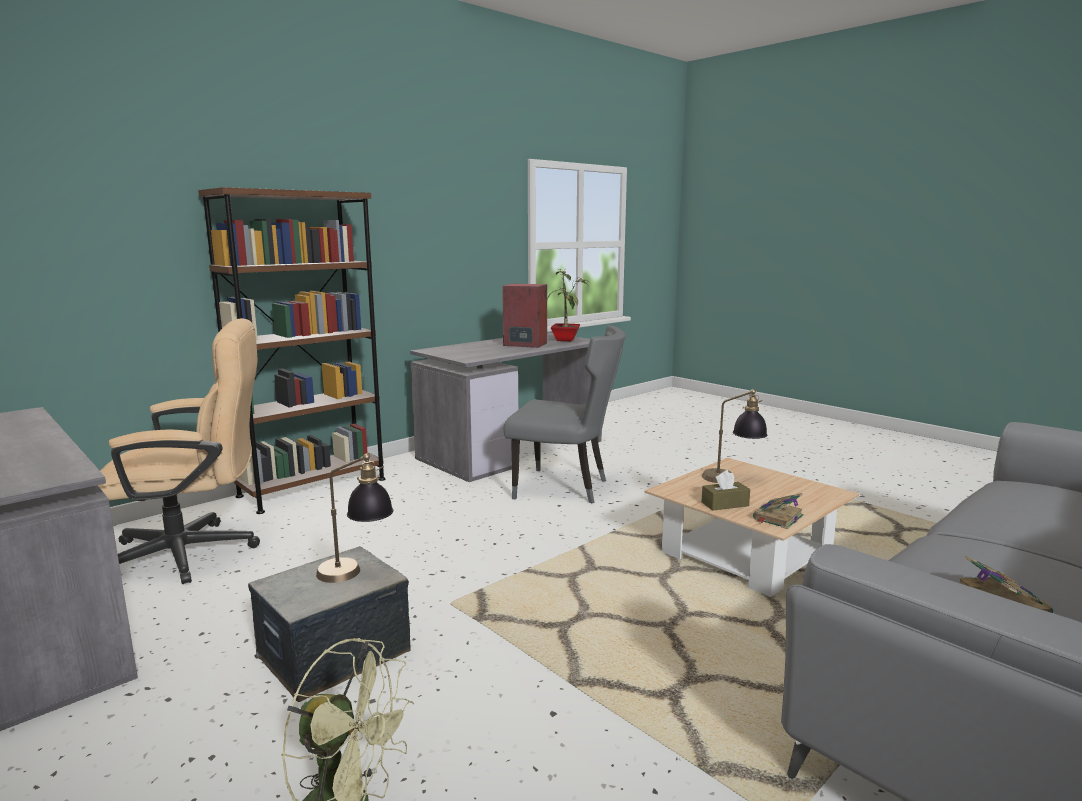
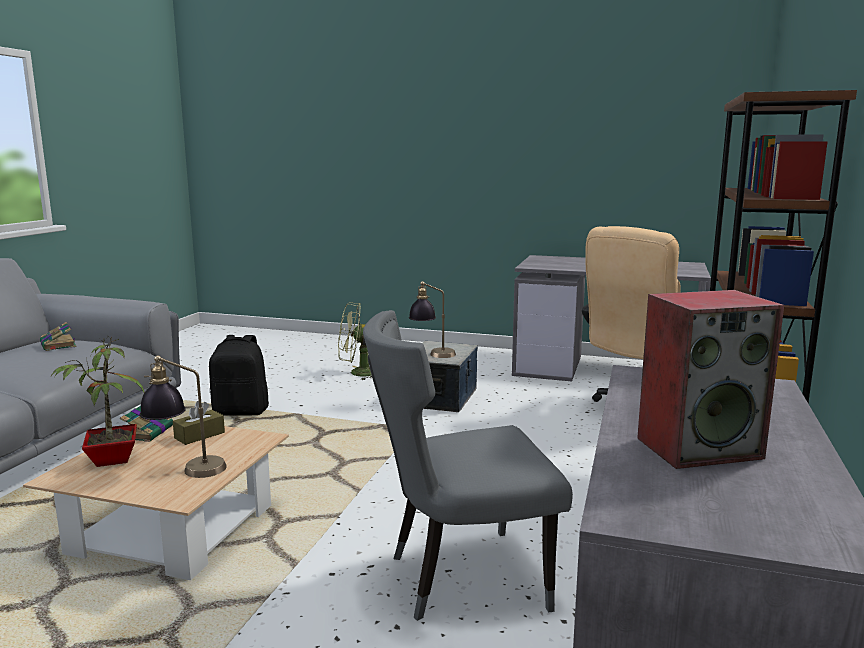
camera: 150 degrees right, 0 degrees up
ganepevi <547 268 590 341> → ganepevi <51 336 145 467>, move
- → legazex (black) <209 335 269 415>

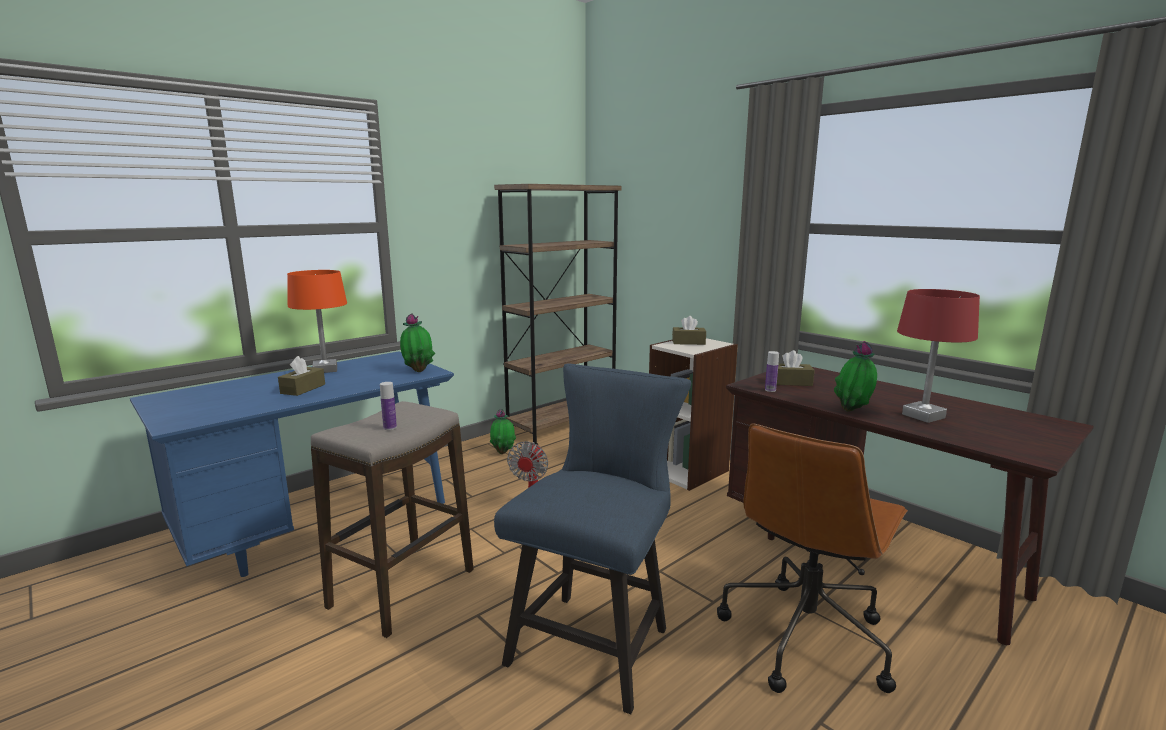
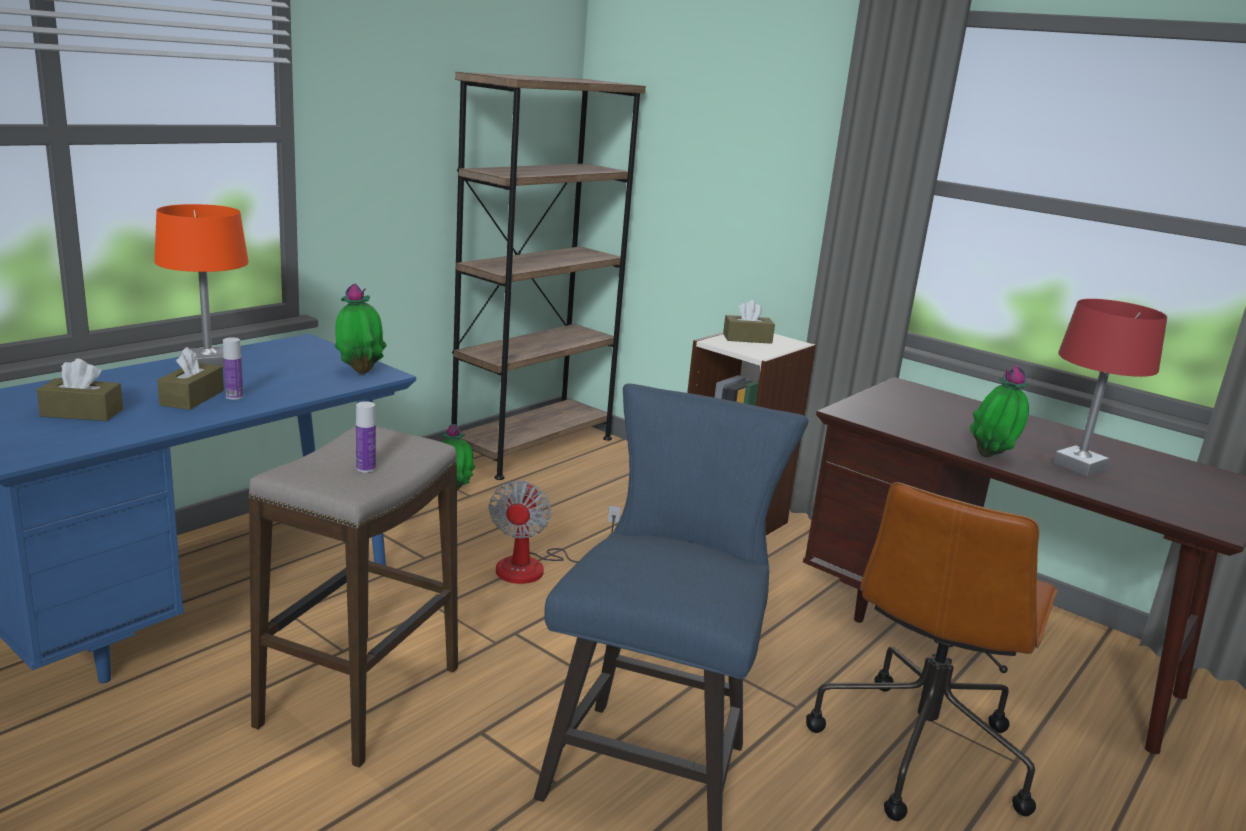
camera: 10 degrees left, 5 degrees up
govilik <765 351 779 392> → govilik <223 337 243 400>, move
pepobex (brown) <777 350 815 386> → pepobex (brown) <37 358 123 421>, move

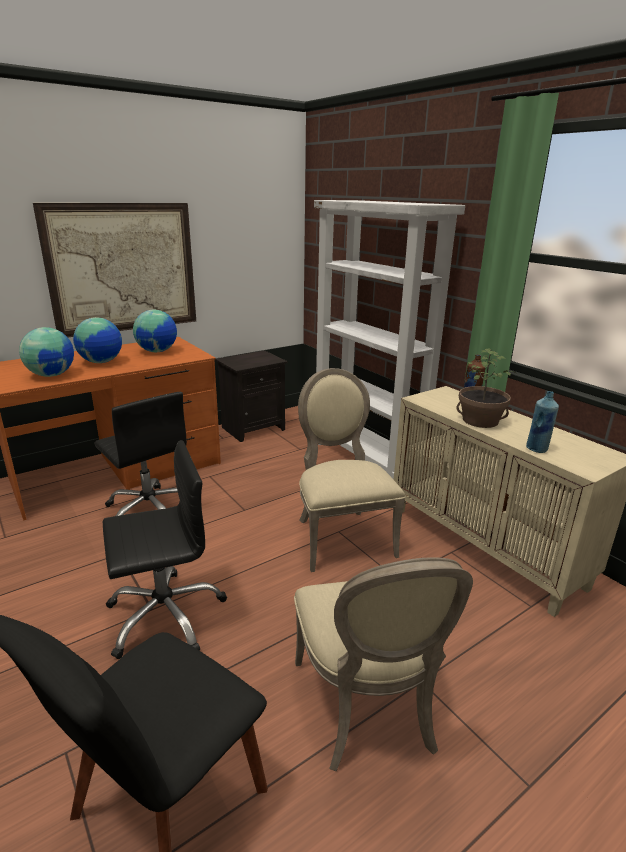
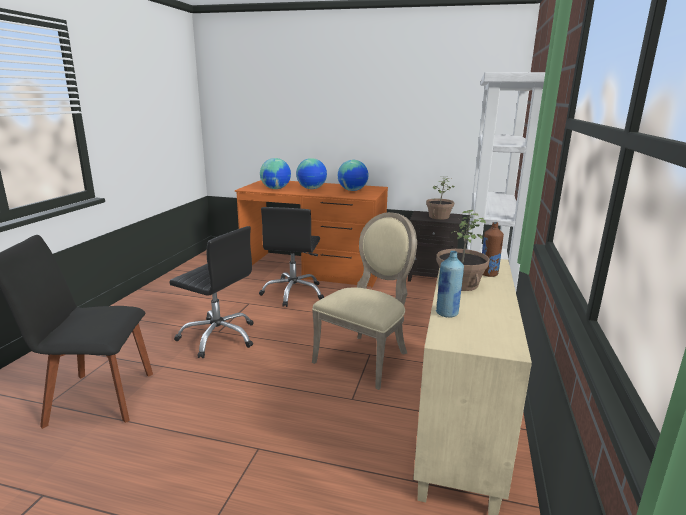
camera: 50 degrees right, 5 degrees down
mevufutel <33 203 196 337> → -
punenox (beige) <294 557 473 771> → -
- → ganepevi <426 176 454 219>

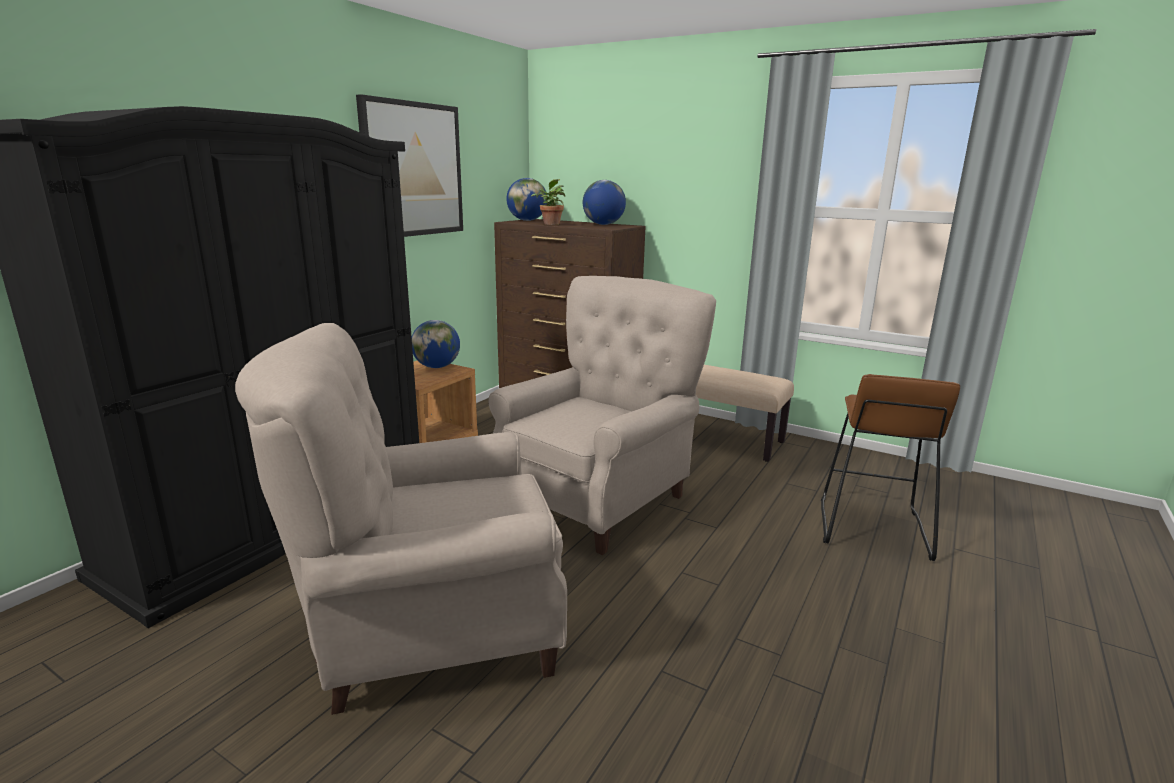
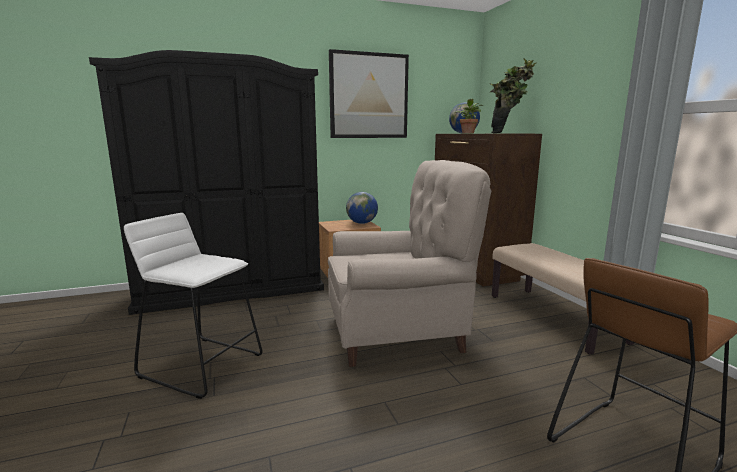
camera: 40 degrees right, 5 degrees down
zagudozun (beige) <235 323 567 715> → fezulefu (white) <124 213 262 399>
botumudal <583 180 626 225> → ganepevi <490 59 536 133>

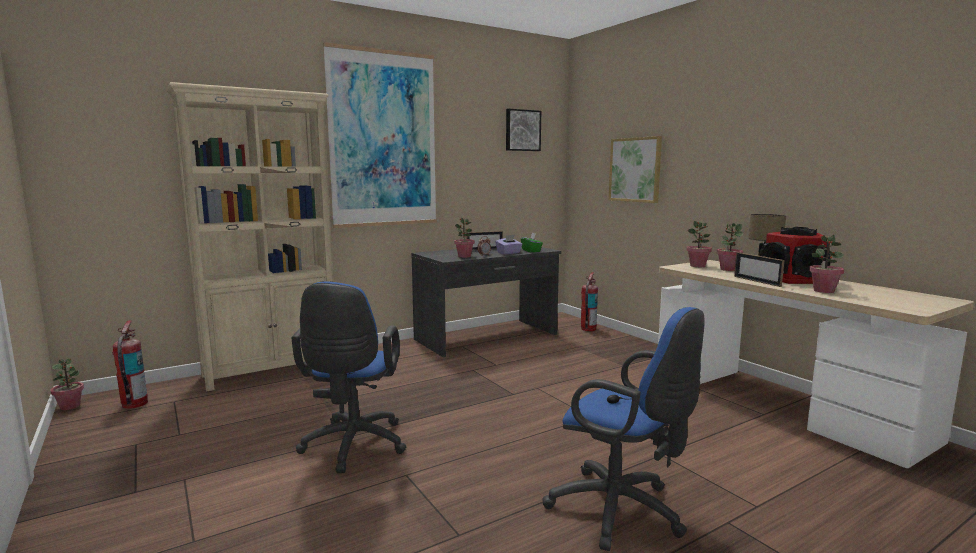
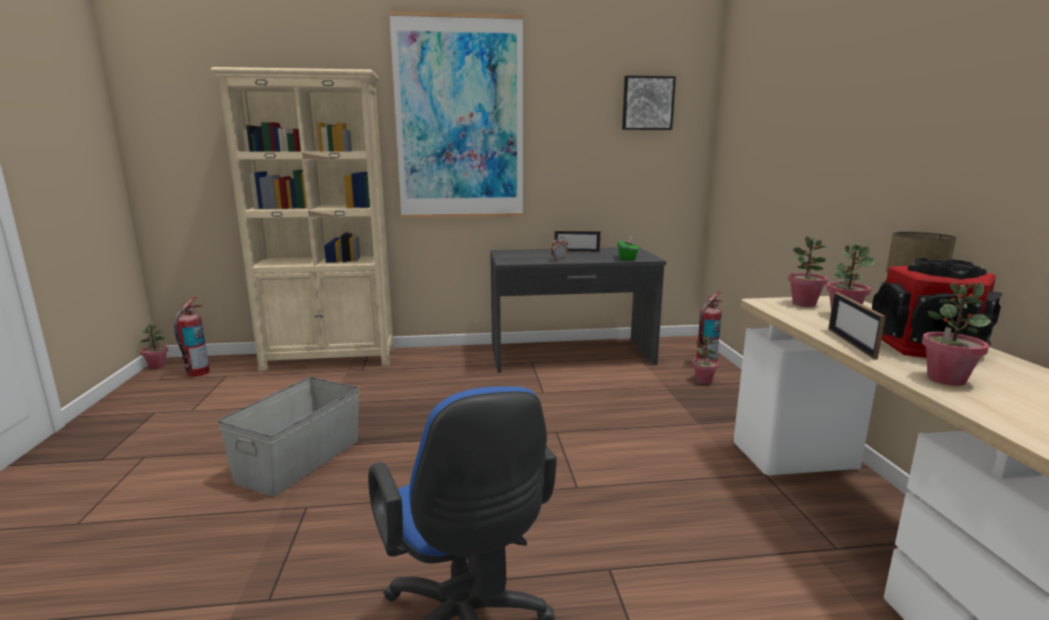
camera: 25 degrees right, 5 degrees up
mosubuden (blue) <291 281 406 473> → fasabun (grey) <218 377 360 497>
ganepevi <454 218 475 258> → ganepevi <693 335 719 384>, move
pepobex (purple) <495 235 522 254> → -
mevufutel <609 136 662 203> → -

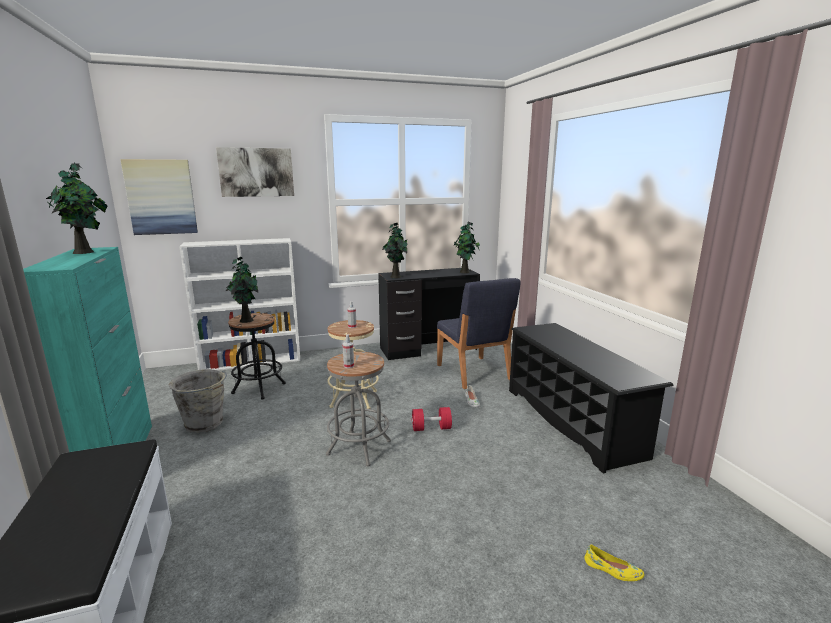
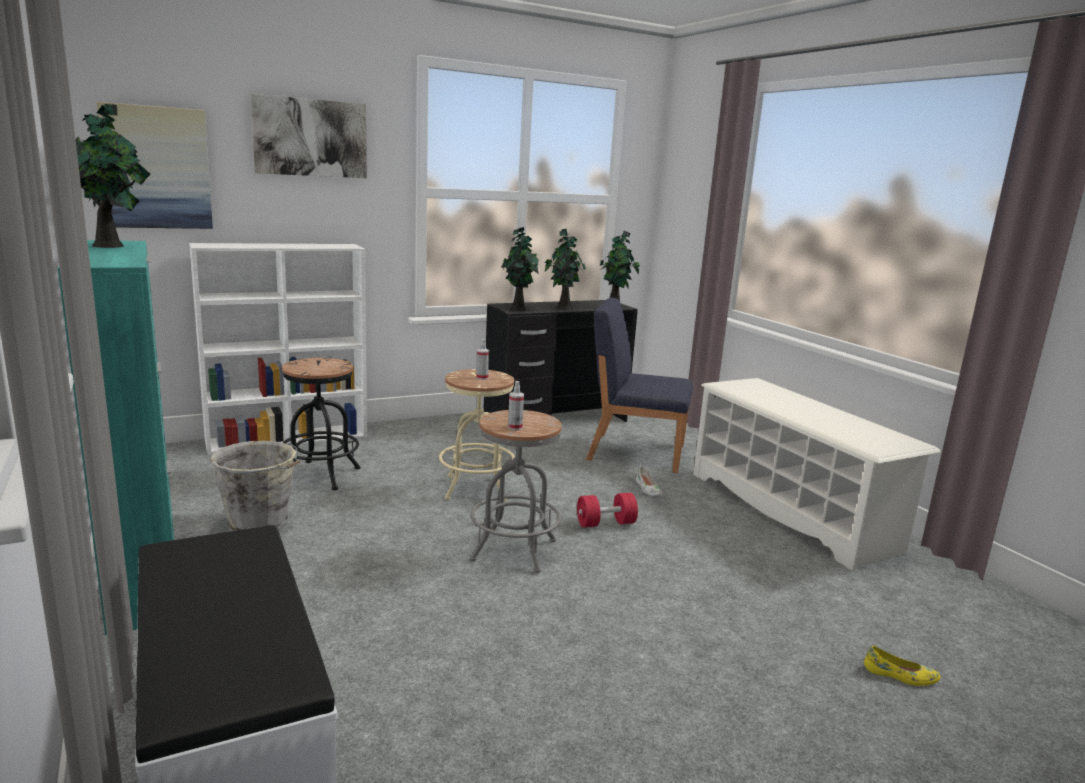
camera: 10 degrees left, 0 degrees up
ganepevi <225 257 259 323> → ganepevi <544 229 586 310>, move
punenox (blue) <437 278 521 389> → punenox (blue) <586 297 693 473>, 135 degrees clockwise
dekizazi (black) <509 323 674 474> → dekizazi (white) <693 378 941 571>

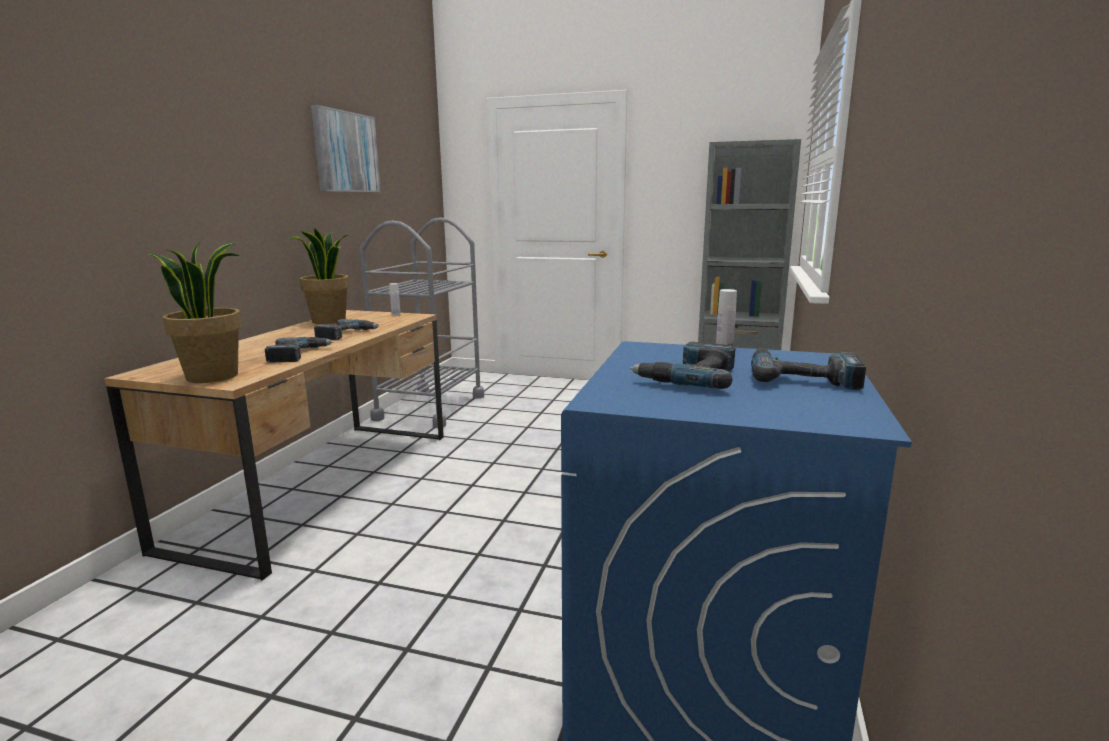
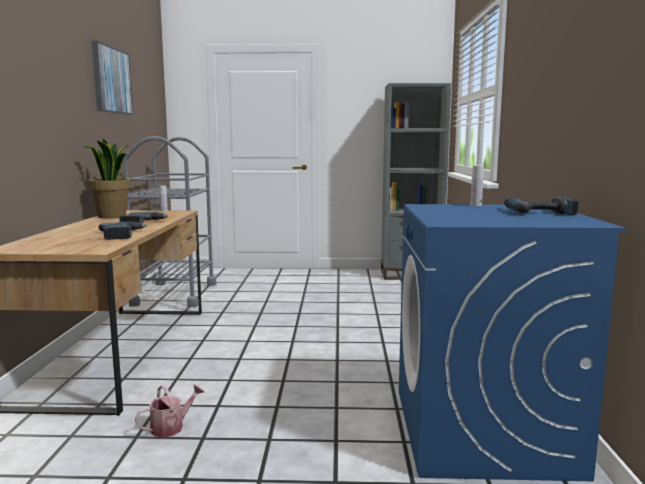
camera: 15 degrees left, 5 degrees down
ganepevi <149 241 242 383> → -
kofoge <630 342 735 389> → -
- → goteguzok <135 384 205 438>

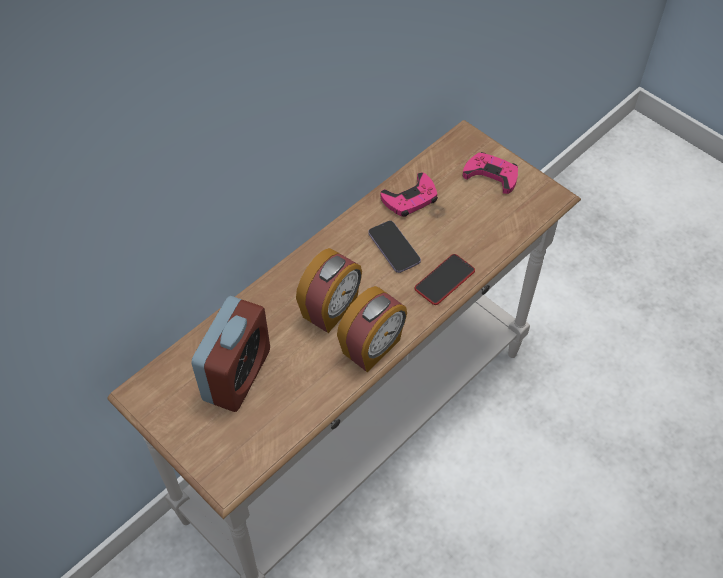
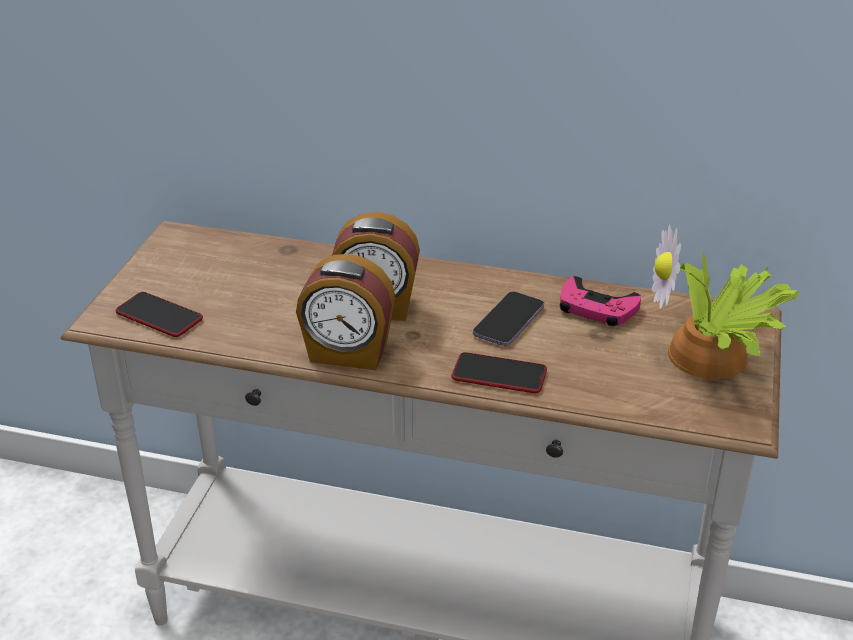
camera: 60 degrees right, 20 degrees down
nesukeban <191 296 270 412> → -
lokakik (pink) <463 152 518 194> → ganepevi <652 224 799 379>
- → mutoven <116 292 203 337>

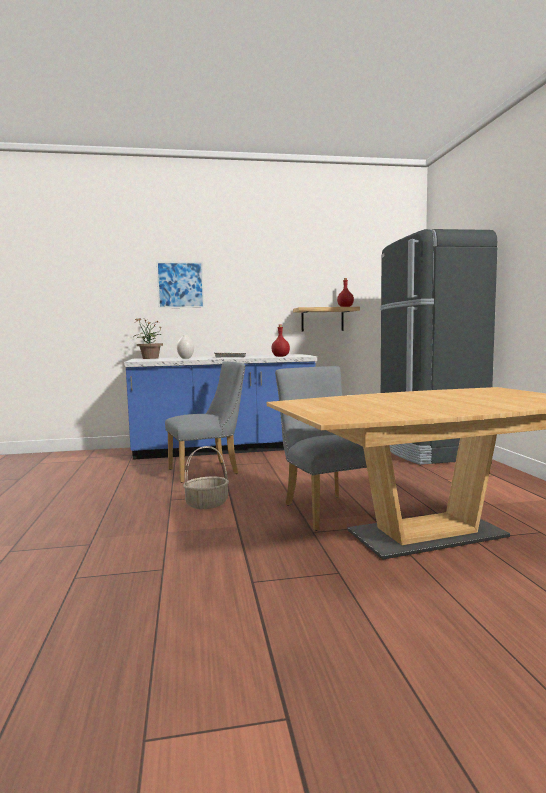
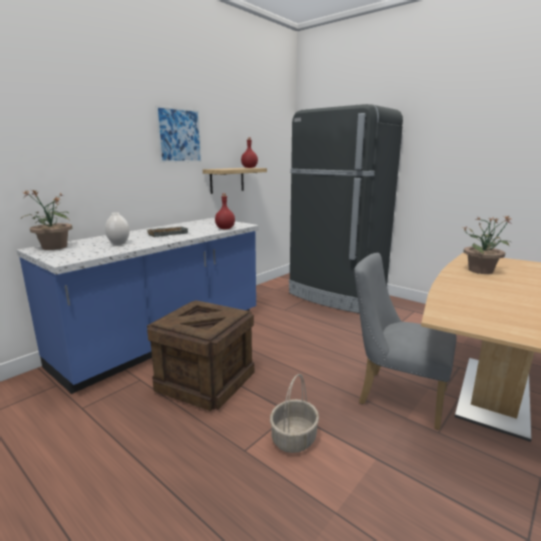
camera: 40 degrees left, 10 degrees up
mevufutel <156 262 204 308> → mevufutel <155 105 202 163>, move
punenox (grey) <165 361 245 483> → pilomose <147 300 254 411>
- → ganepevi <463 215 512 274>

